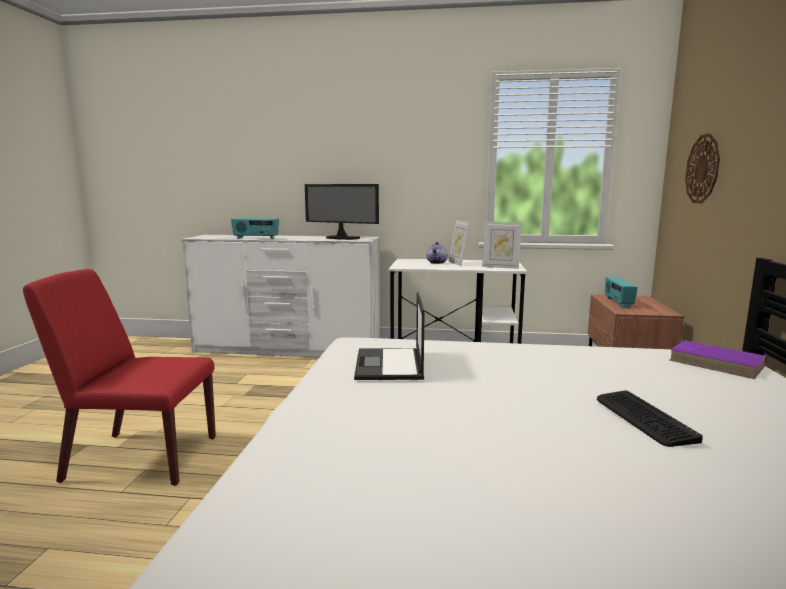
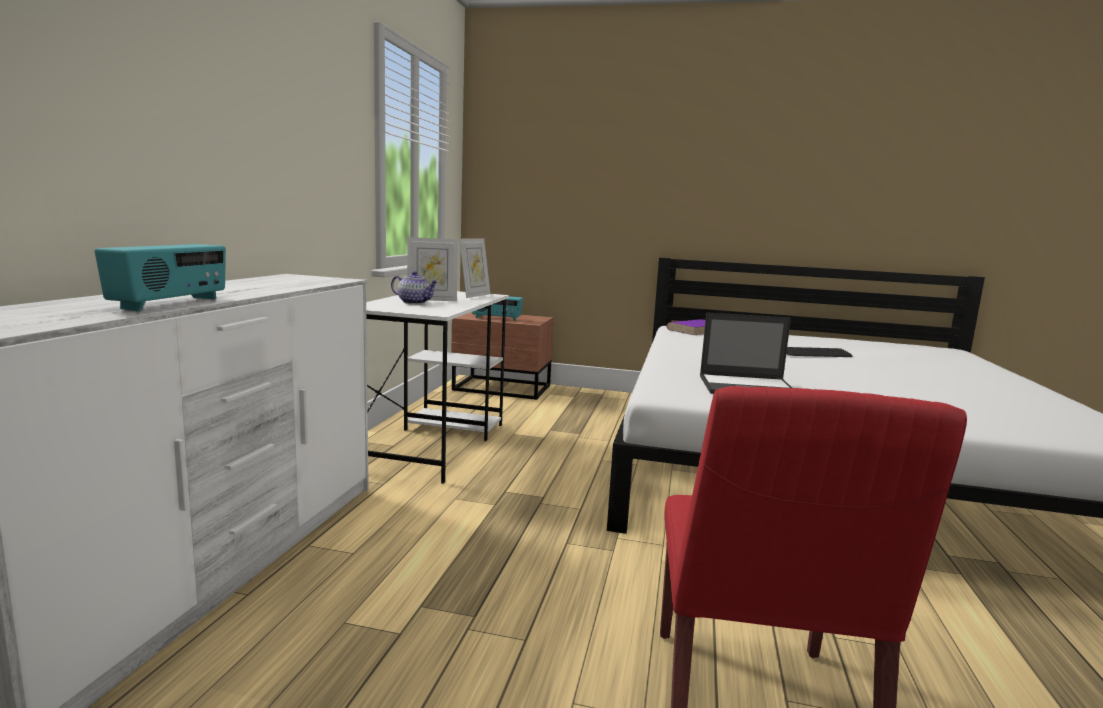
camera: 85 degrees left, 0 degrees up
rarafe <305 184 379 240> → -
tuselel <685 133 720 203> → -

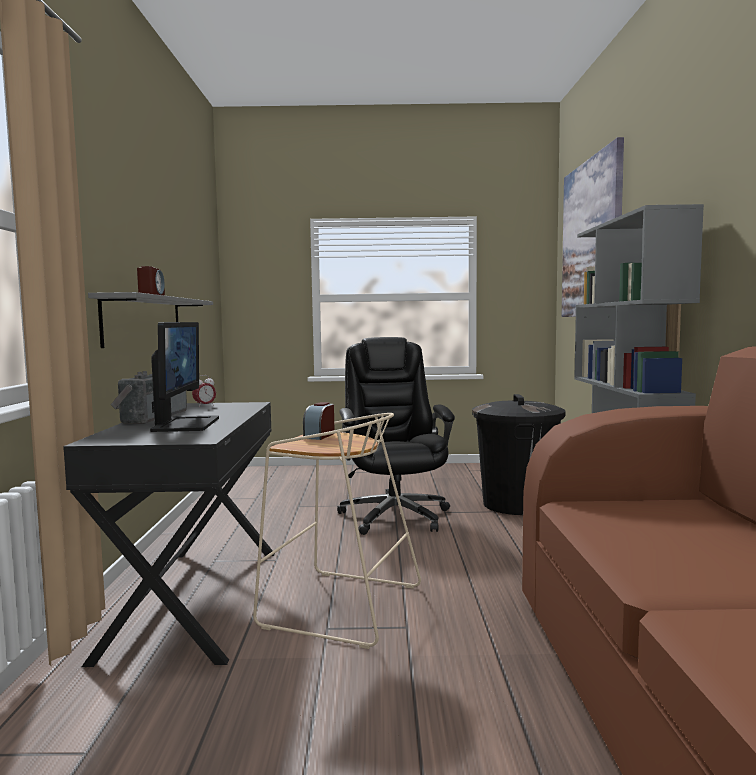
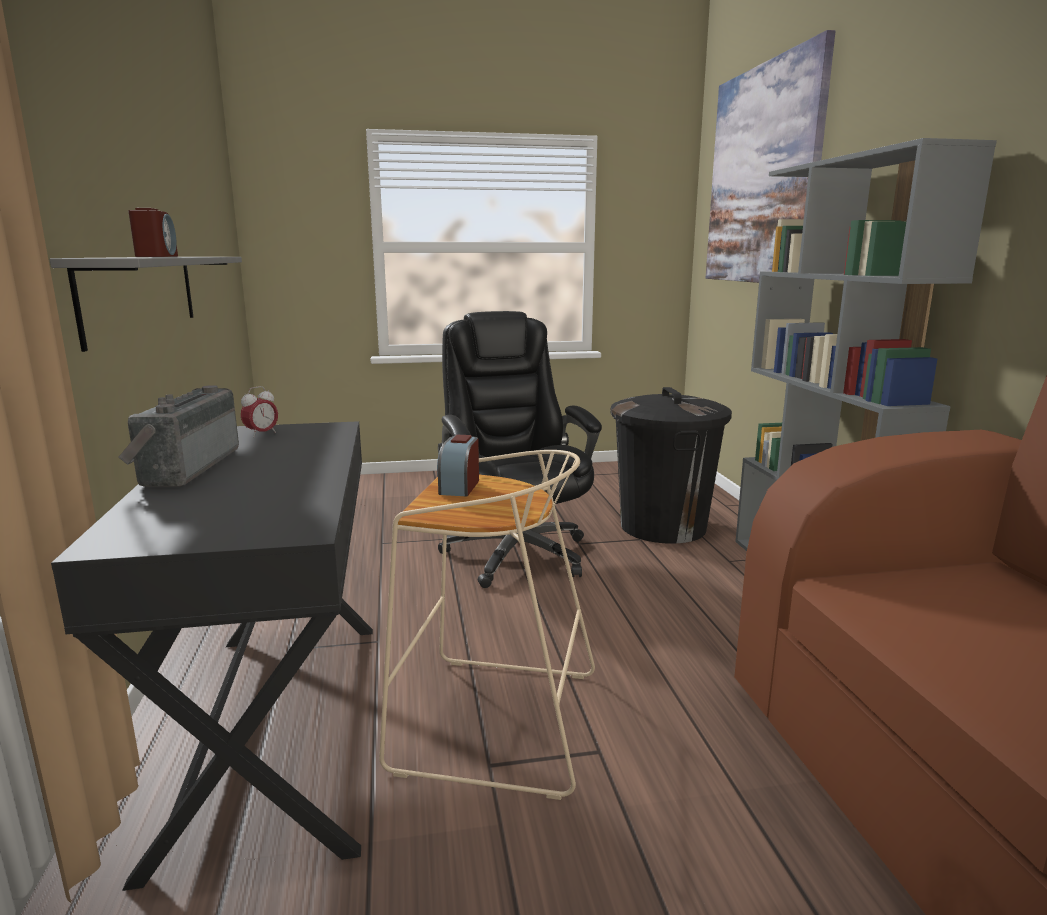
camera: 10 degrees left, 10 degrees up
rarafe <150 322 219 432> → -

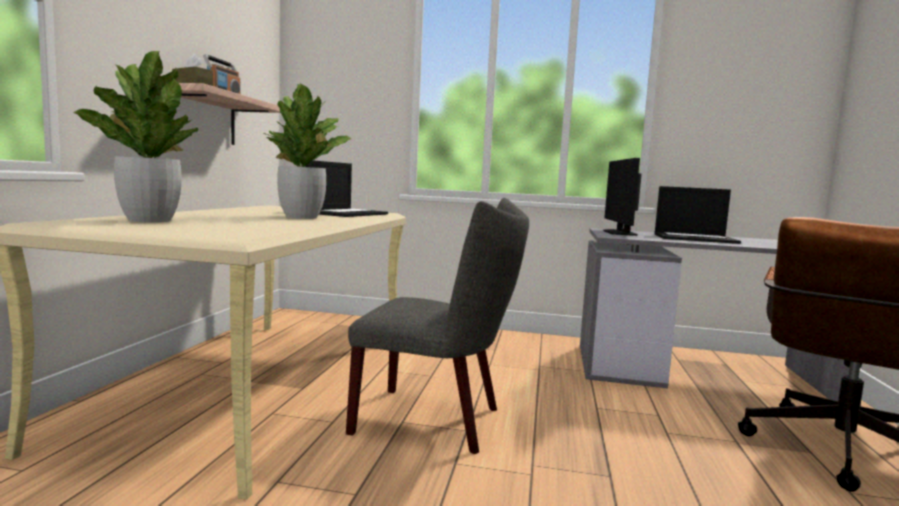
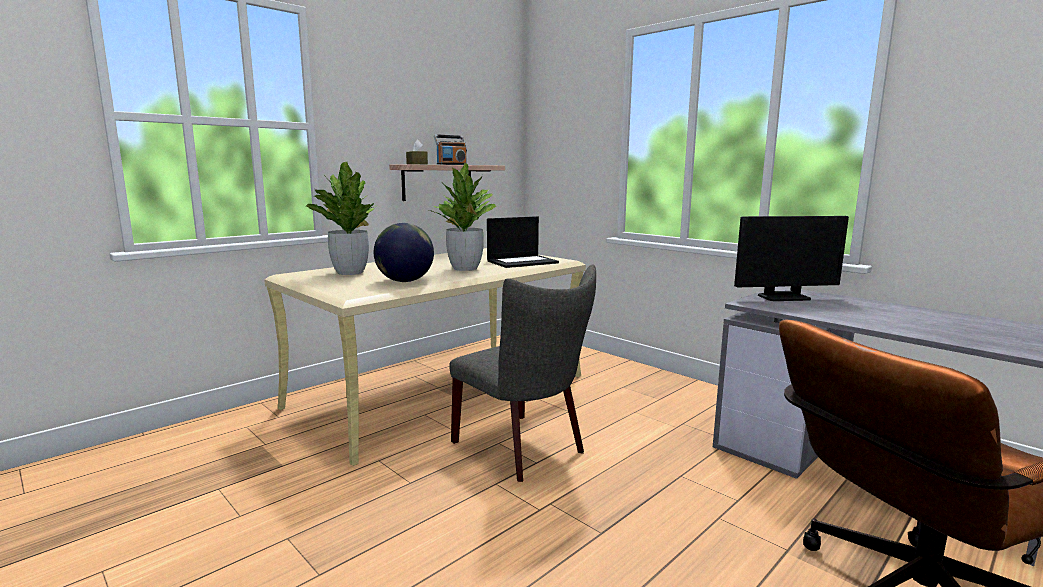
camera: 35 degrees right, 5 degrees up
rarafe <603 158 642 236> → rarafe <734 216 849 301>, 135 degrees counterclockwise
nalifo <654 186 741 244> → -
- → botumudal <374 223 434 282>

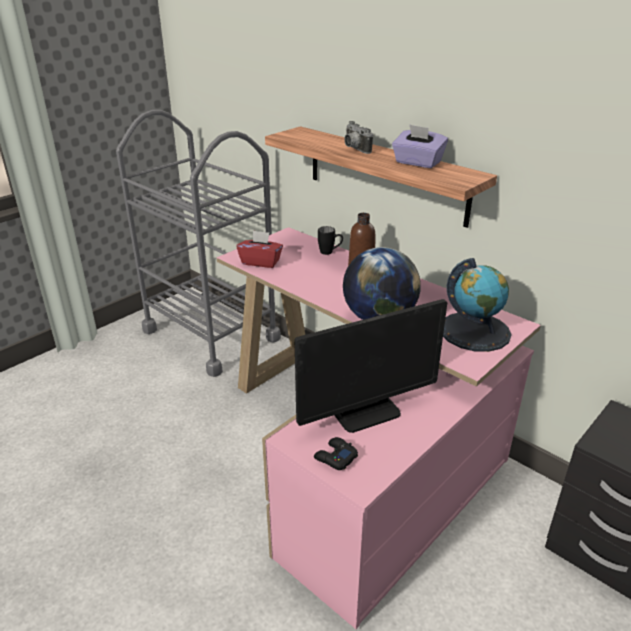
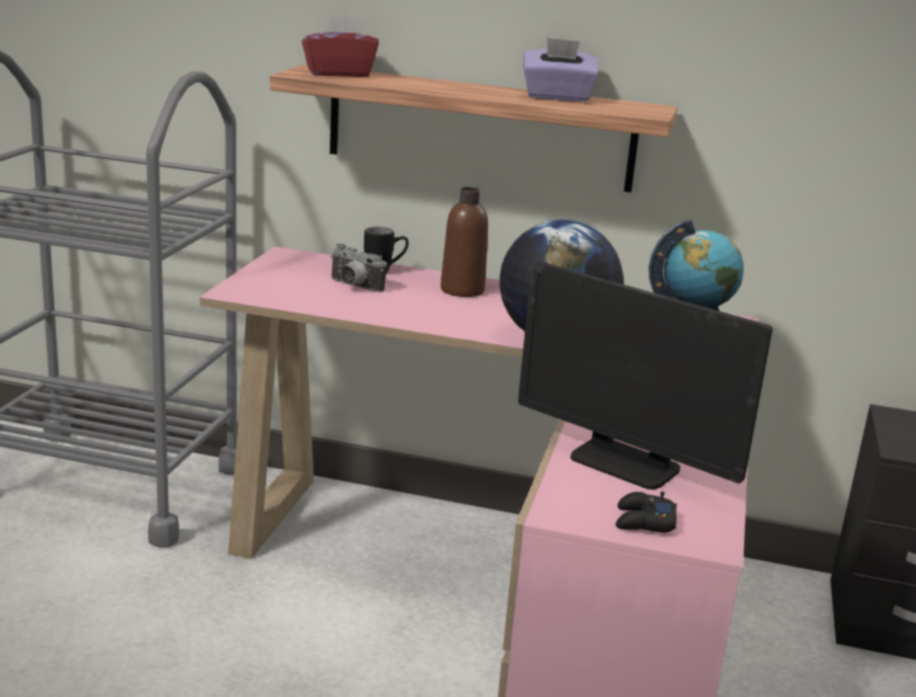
camera: 30 degrees left, 10 degrees down
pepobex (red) <236 230 283 268> → pepobex (red) <302 15 379 77>, move
rarafe <294 299 447 433> → rarafe <518 261 773 490>, 90 degrees clockwise
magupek <344 121 373 154> → magupek <330 244 387 292>, move

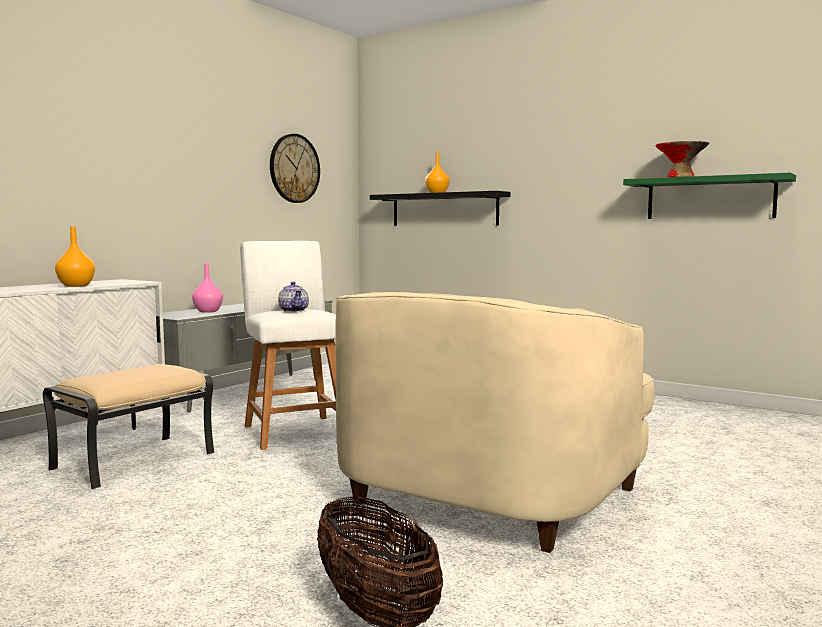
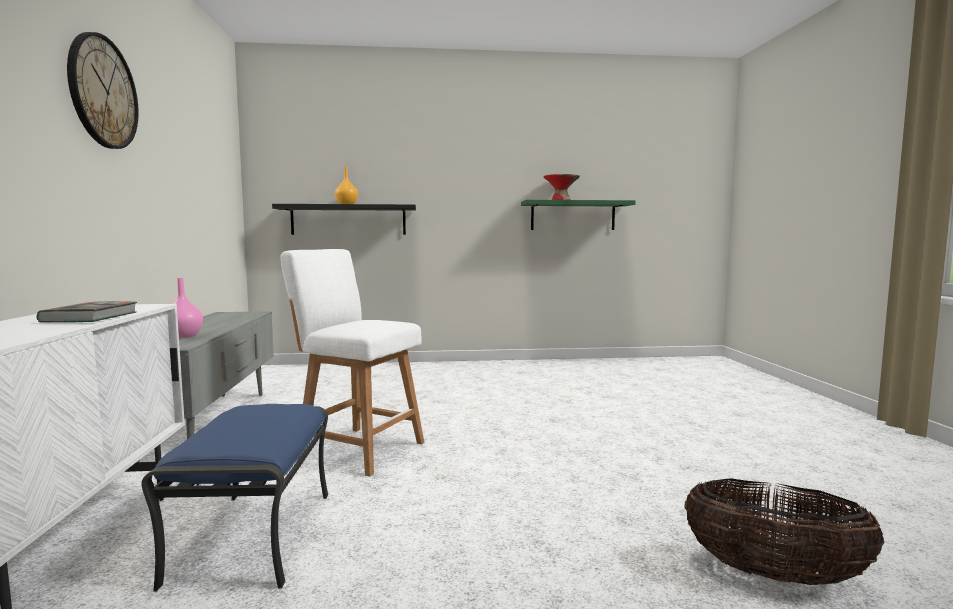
camera: 40 degrees left, 0 degrees up
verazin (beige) <43 364 214 489> → verazin (blue) <141 404 328 592>
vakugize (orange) <55 227 95 287> → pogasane <37 301 137 323>
tuselel <270 134 320 203> → tuselel <67 32 139 149>, move
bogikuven <278 282 309 312> → -
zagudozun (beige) <335 292 654 553> → -

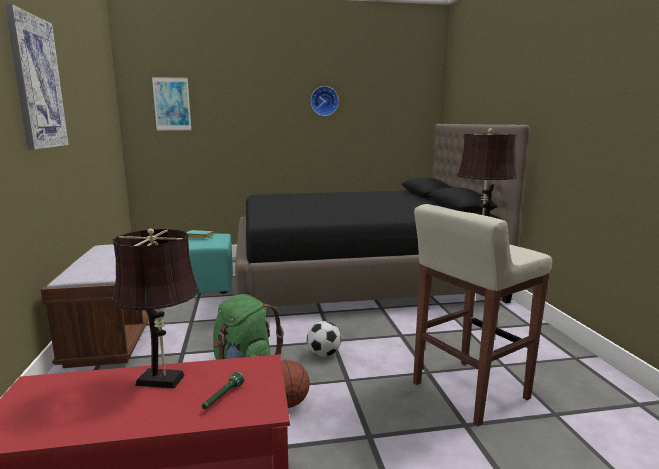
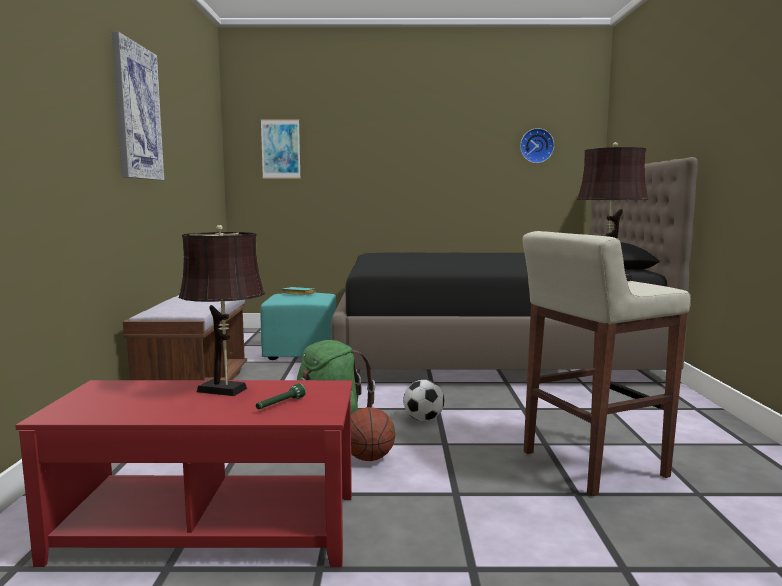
camera: 10 degrees right, 5 degrees down
tuselel <311 86 339 116> → tuselel <520 128 554 163>, move

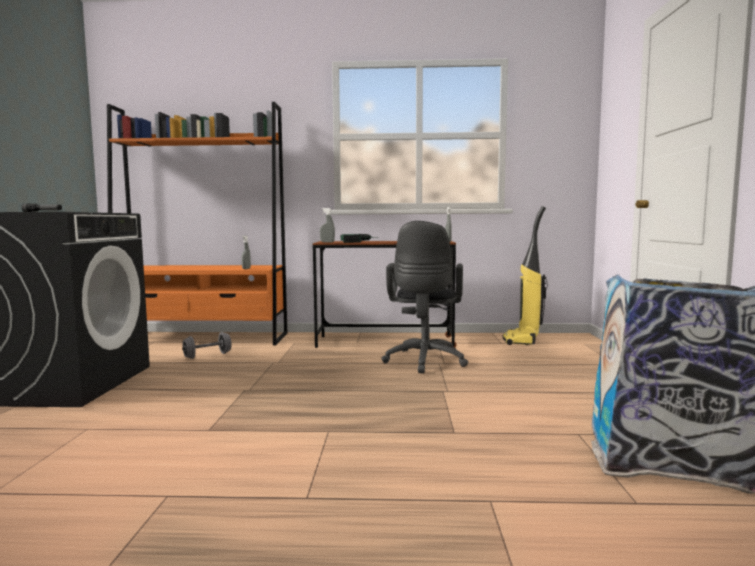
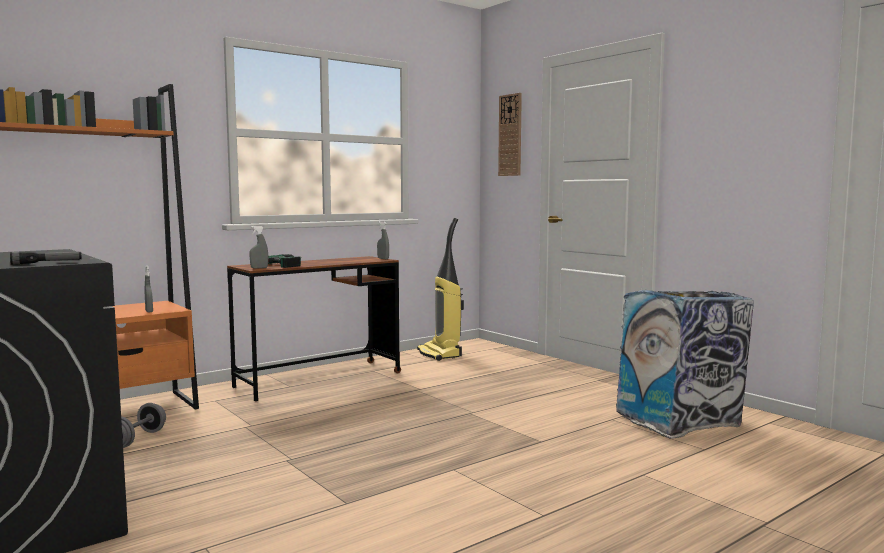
camera: 40 degrees left, 0 degrees up
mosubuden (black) <381 221 468 373> → -
- → tuselel <498 93 522 176>

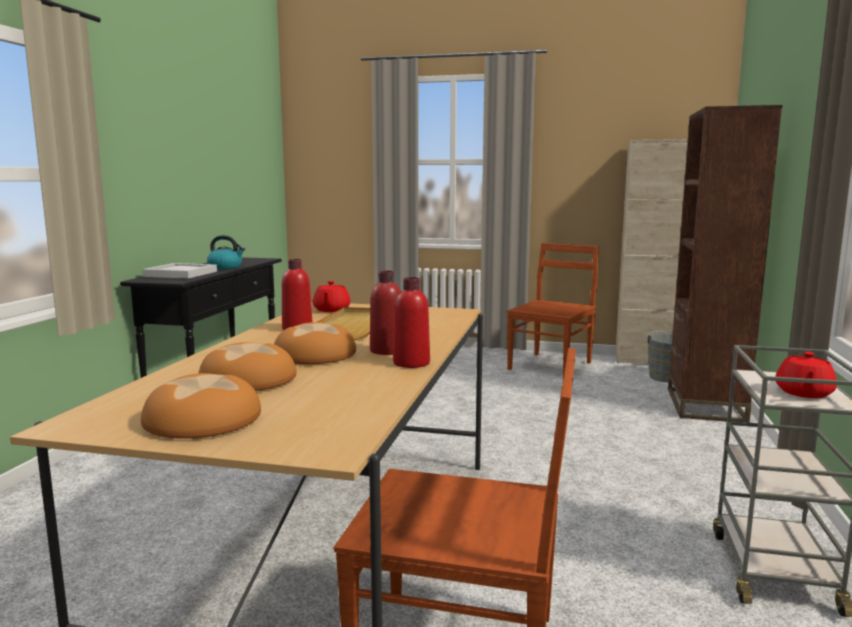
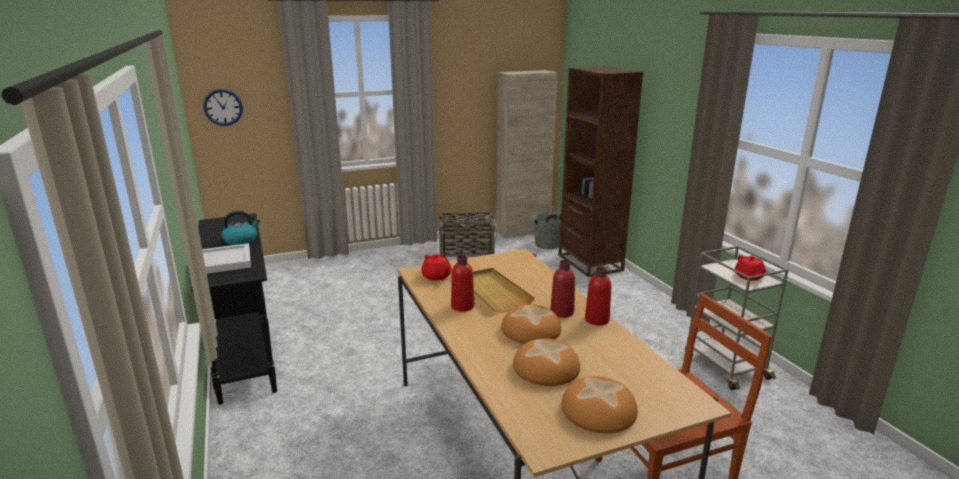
camera: 35 degrees left, 10 degrees up
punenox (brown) <506 243 599 378> → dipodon <438 213 497 257>
- → tuselel <204 89 243 126>

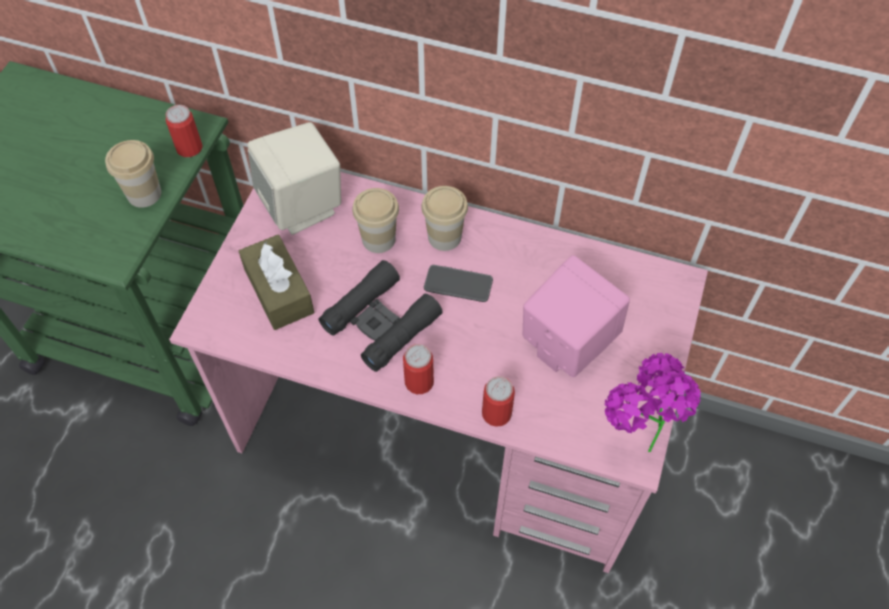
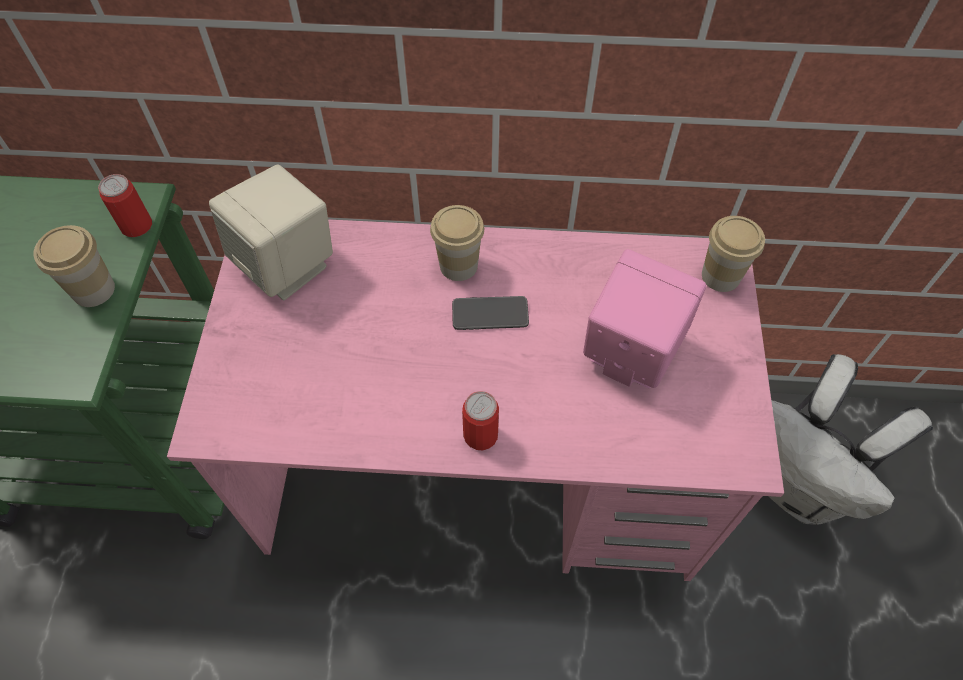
camera: 15 degrees left, 0 degrees up
pepobex (brown) <239 235 314 330> → -
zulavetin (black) <319 260 443 372> → -
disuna <352 188 399 253> → disuna <702 216 765 292>, move
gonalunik <482 376 515 427> → -
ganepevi <604 353 701 452> → -
- → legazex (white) <768 354 933 525>

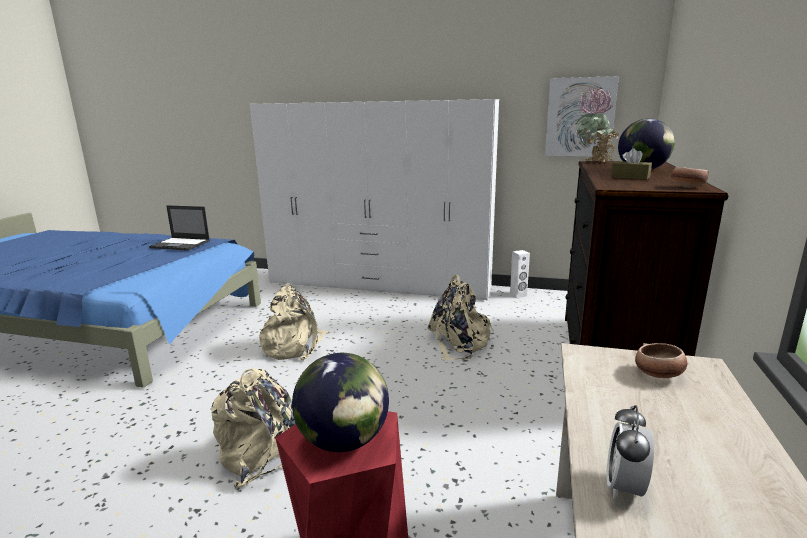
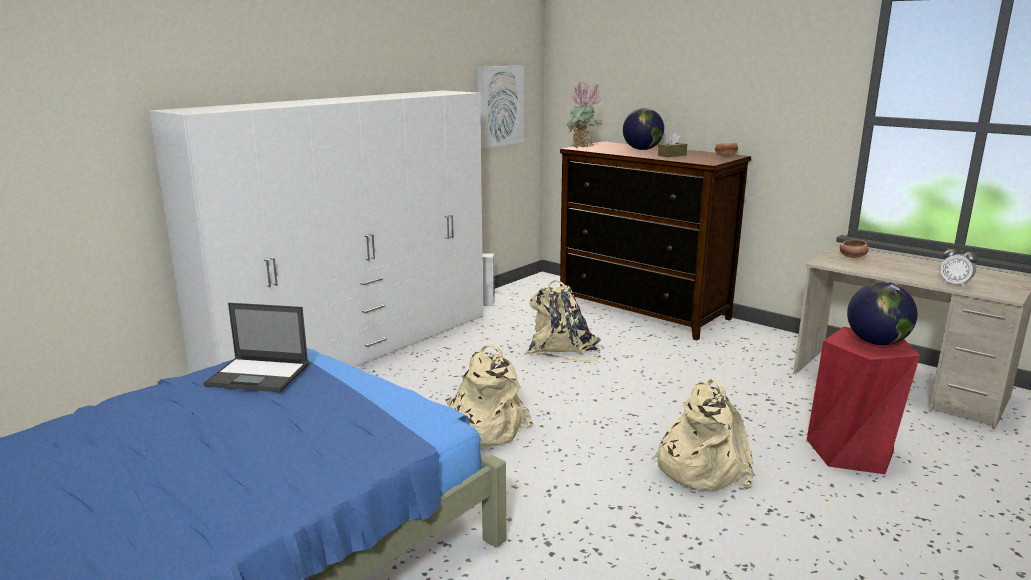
camera: 65 degrees left, 0 degrees up
nalifo <149 205 210 251> → nalifo <203 303 309 392>, 60 degrees clockwise

